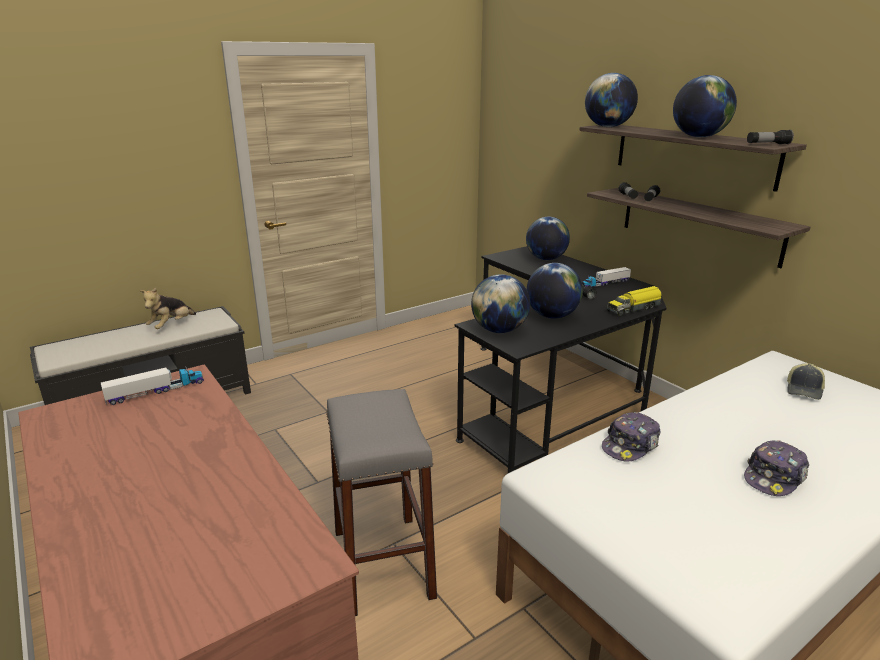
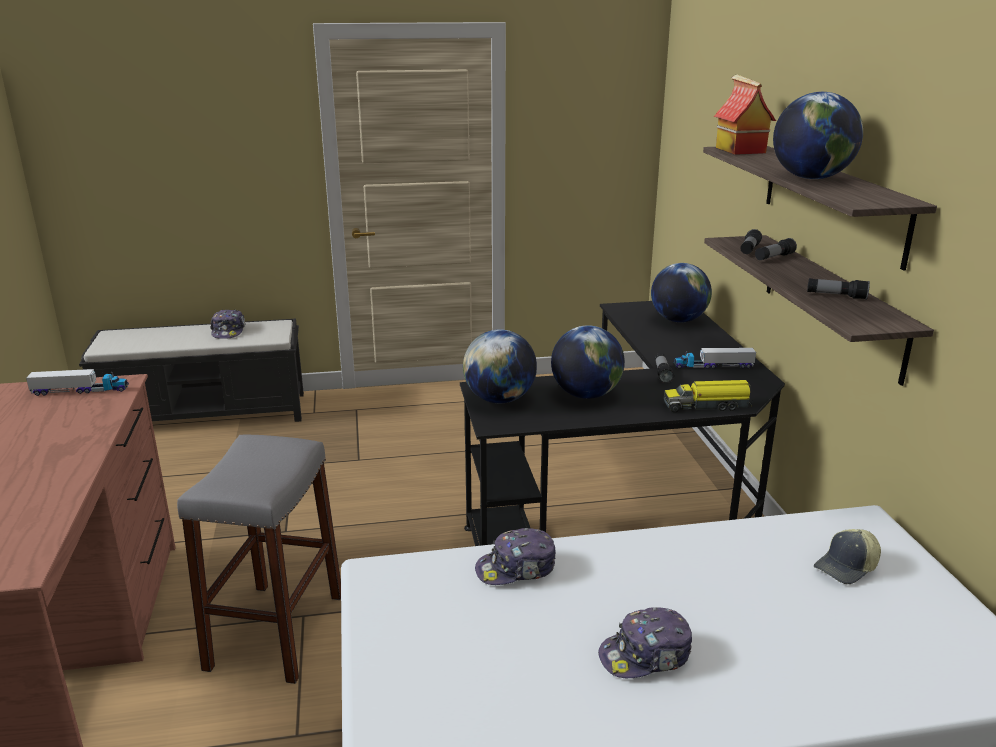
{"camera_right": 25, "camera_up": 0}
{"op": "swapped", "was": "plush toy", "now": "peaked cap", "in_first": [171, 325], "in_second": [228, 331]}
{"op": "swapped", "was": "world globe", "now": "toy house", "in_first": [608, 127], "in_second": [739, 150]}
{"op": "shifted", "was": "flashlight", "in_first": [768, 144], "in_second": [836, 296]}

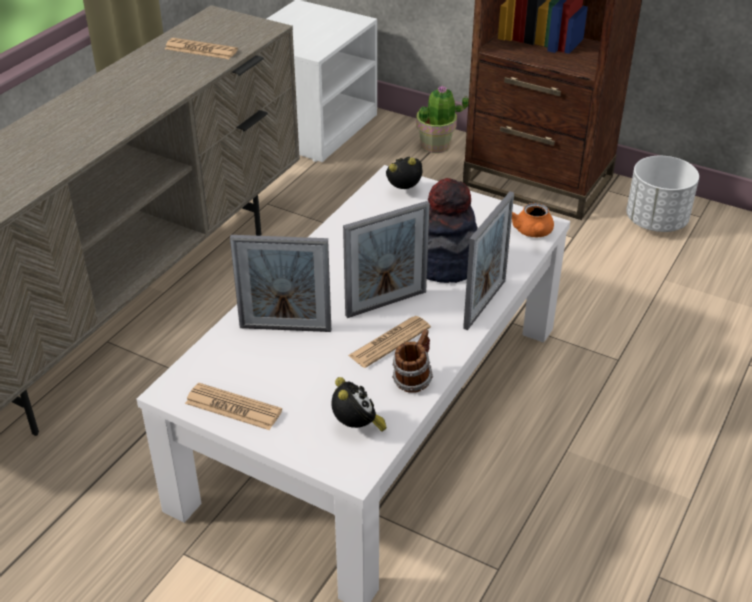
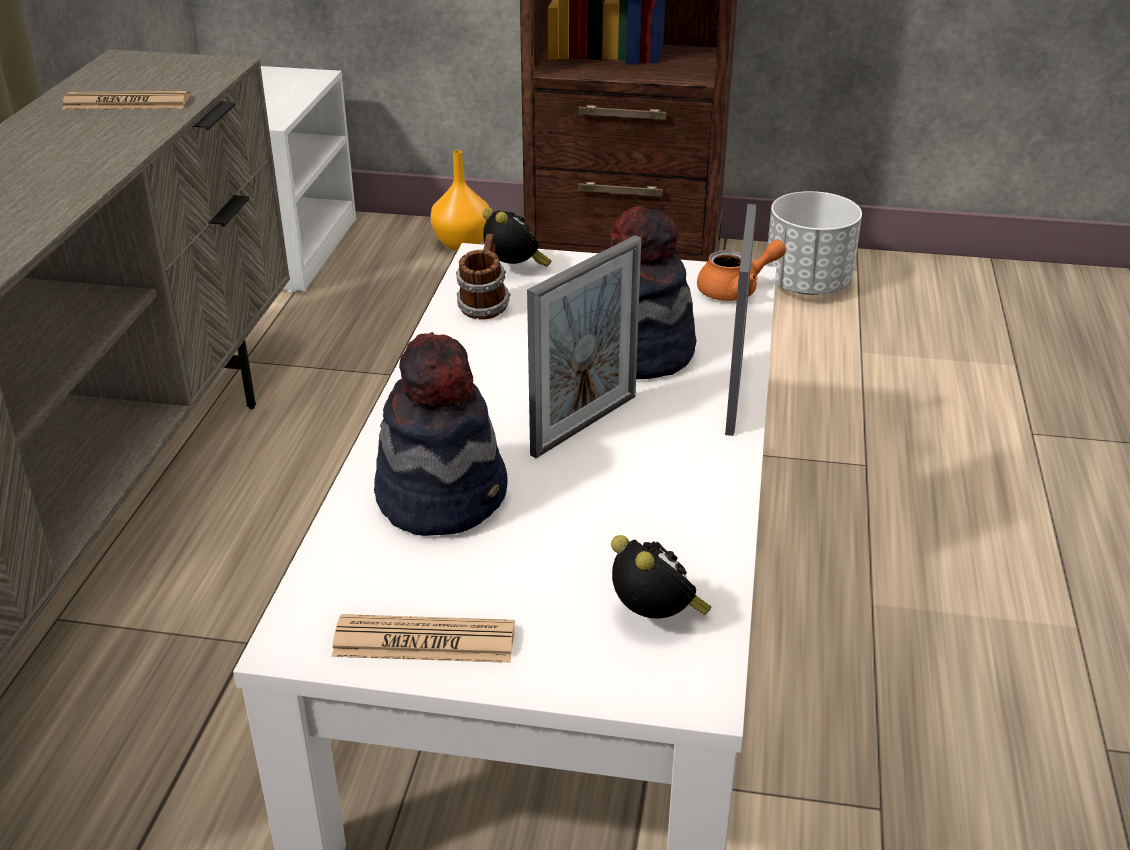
{"camera_right": -20, "camera_up": -5}
{"op": "swapped", "was": "standing frame", "now": "clothing hat", "in_first": [285, 328], "in_second": [443, 495]}
{"op": "swapped", "was": "plant in a pot", "now": "orange decorative vase", "in_first": [436, 145], "in_second": [460, 244]}
{"op": "shifted", "was": "tea mug", "in_first": [413, 379], "in_second": [483, 307]}
{"op": "rotated", "was": "bedside clock", "in_first": [405, 191], "in_second": [515, 270], "clockwise": 90}
{"op": "rotated", "was": "orange pot for tea", "in_first": [533, 233], "in_second": [736, 290], "clockwise": -90}
{"op": "gone", "was": "daily paper", "in_first": [389, 342]}

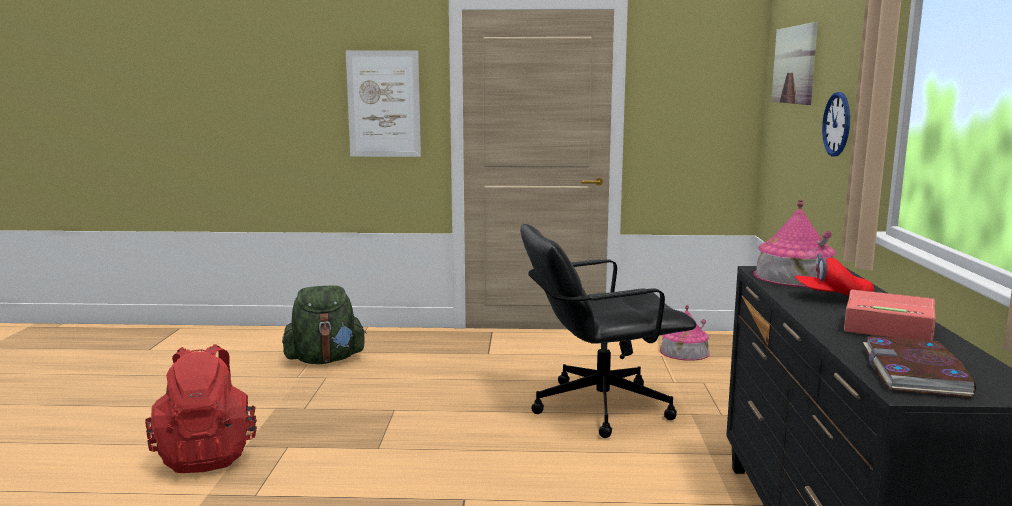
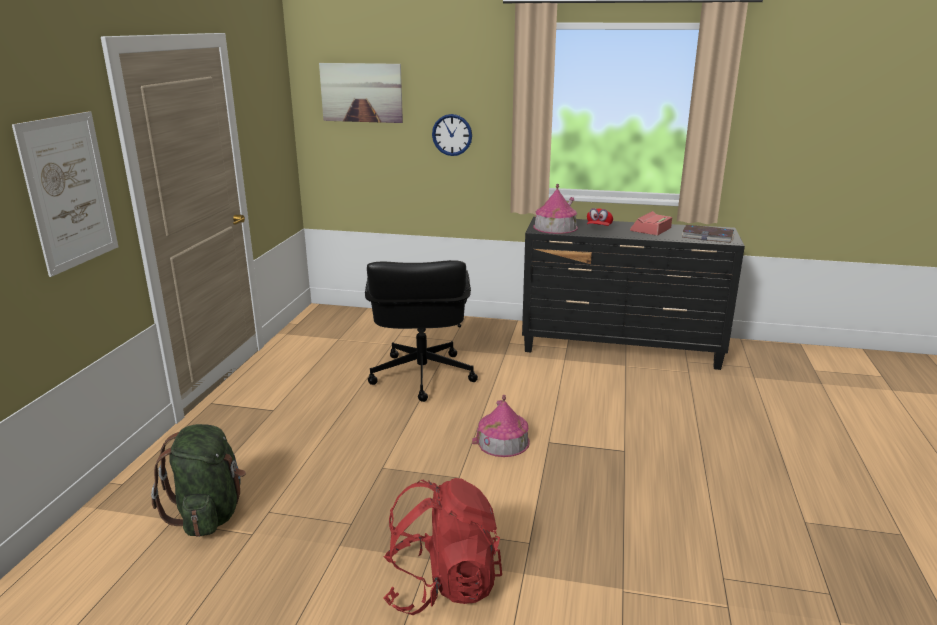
{"camera_right": -80, "camera_up": 10}
{"op": "shifted", "was": "toy house", "in_first": [684, 351], "in_second": [502, 441]}

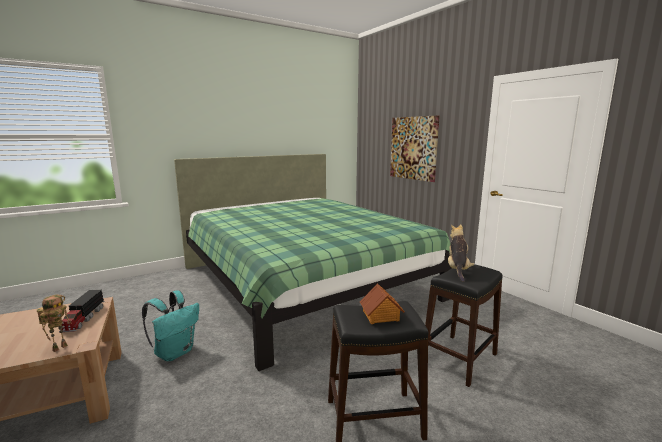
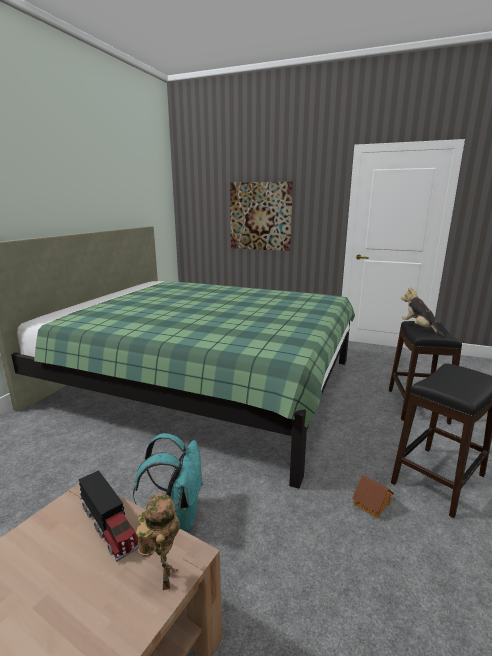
{"camera_right": -35, "camera_up": 5}
{"op": "shifted", "was": "toy house", "in_first": [381, 316], "in_second": [372, 503]}

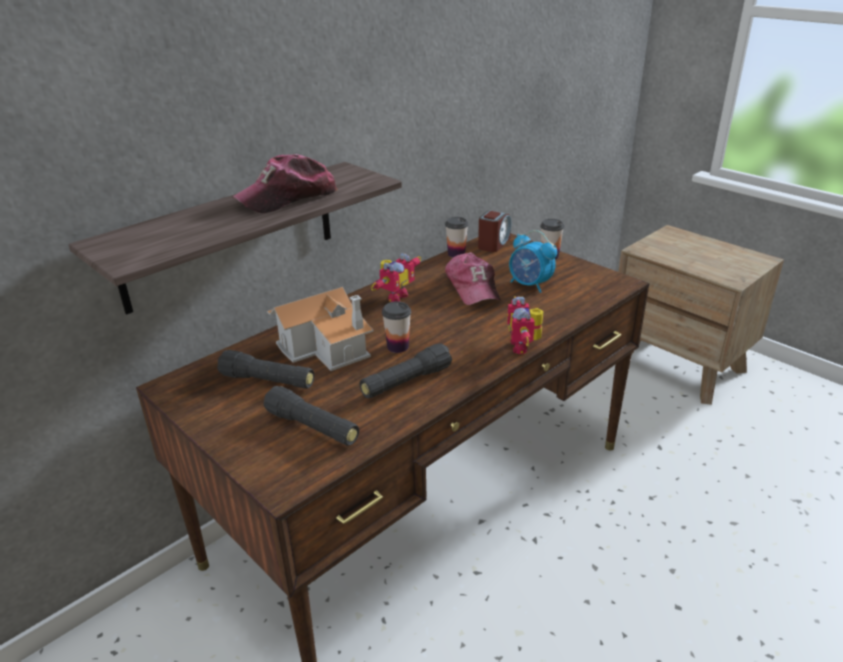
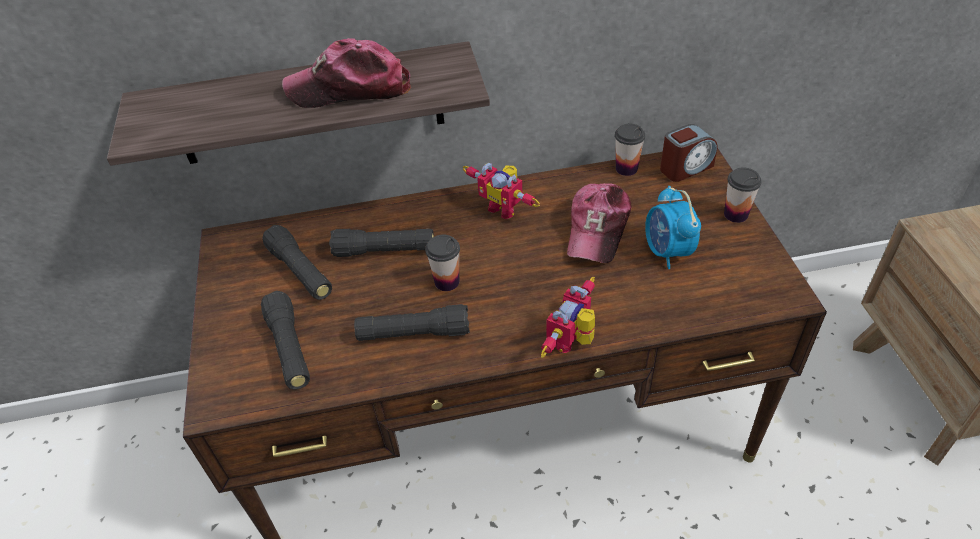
{"camera_right": 35, "camera_up": 15}
{"op": "swapped", "was": "toy house", "now": "black-coloured flashlight", "in_first": [327, 346], "in_second": [384, 251]}
{"op": "rotated", "was": "robot figure", "in_first": [394, 296], "in_second": [504, 208], "clockwise": 60}

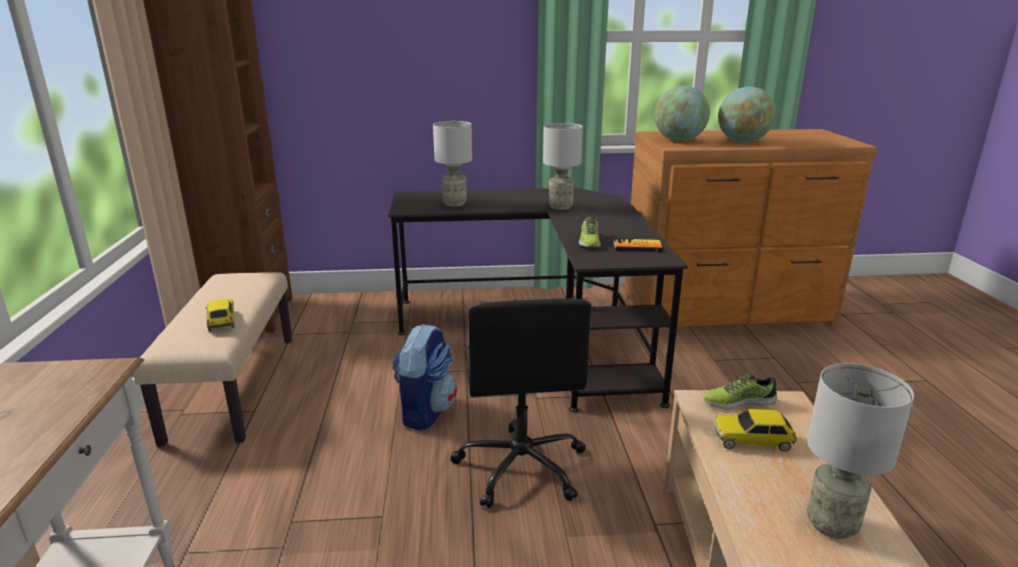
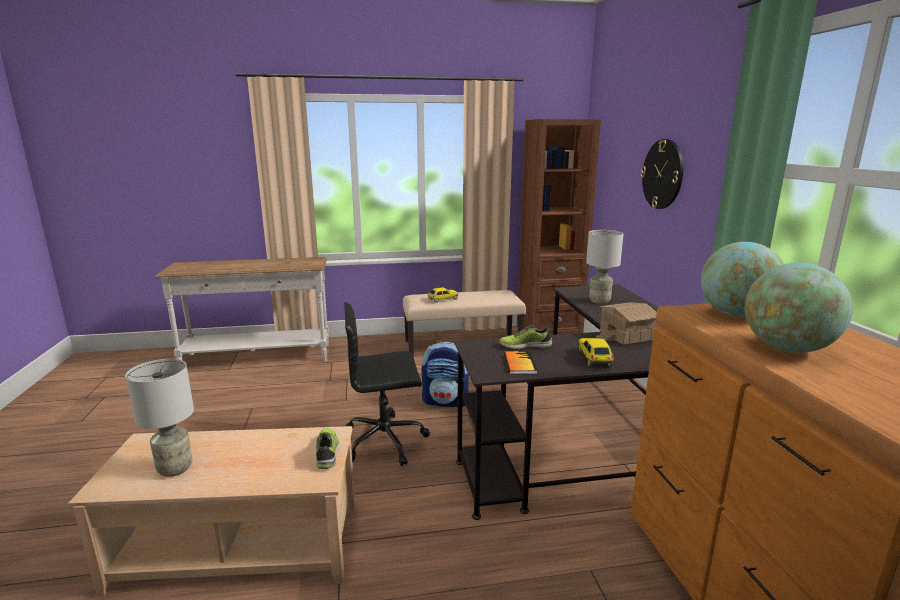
{"camera_right": 85, "camera_up": -5}
{"op": "shifted", "was": "miniature car", "in_first": [753, 440], "in_second": [594, 358]}
{"op": "swapped", "was": "greyish lamp for a table", "now": "toy house", "in_first": [560, 207], "in_second": [626, 335]}
{"op": "new", "now": "wall clock", "in_second": [662, 174]}

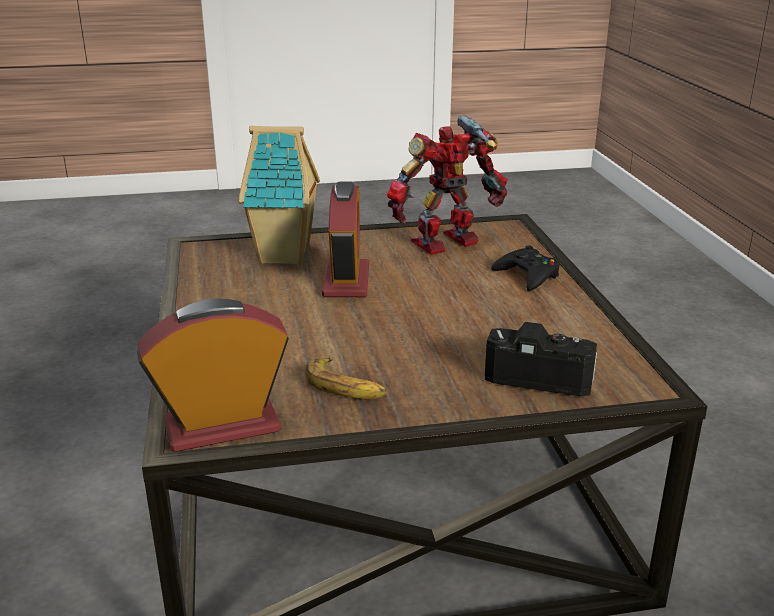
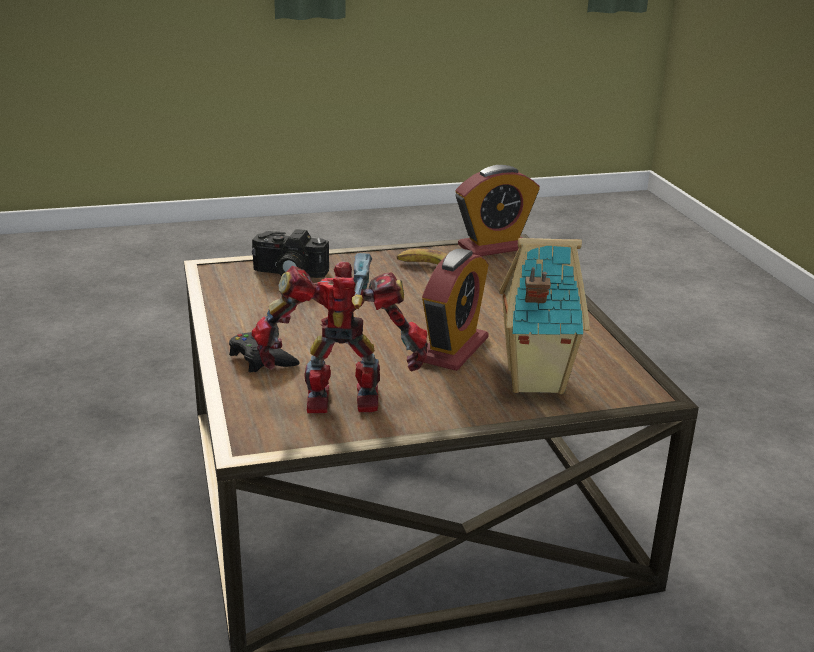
{"camera_right": 175, "camera_up": 0}
{"op": "rotated", "was": "robot figure", "in_first": [447, 244], "in_second": [343, 403], "clockwise": -150}
{"op": "rotated", "was": "bedside clock", "in_first": [346, 281], "in_second": [453, 349], "clockwise": -150}

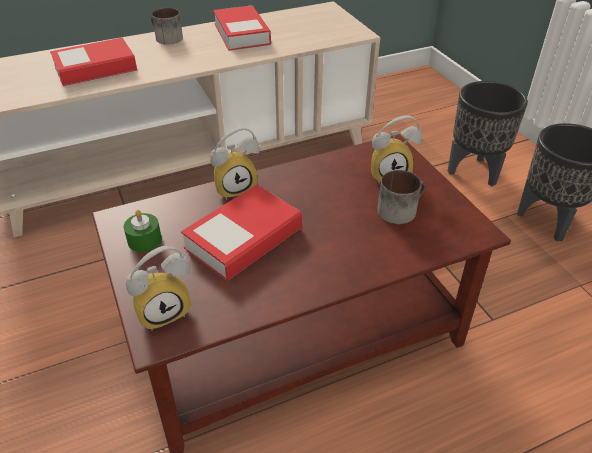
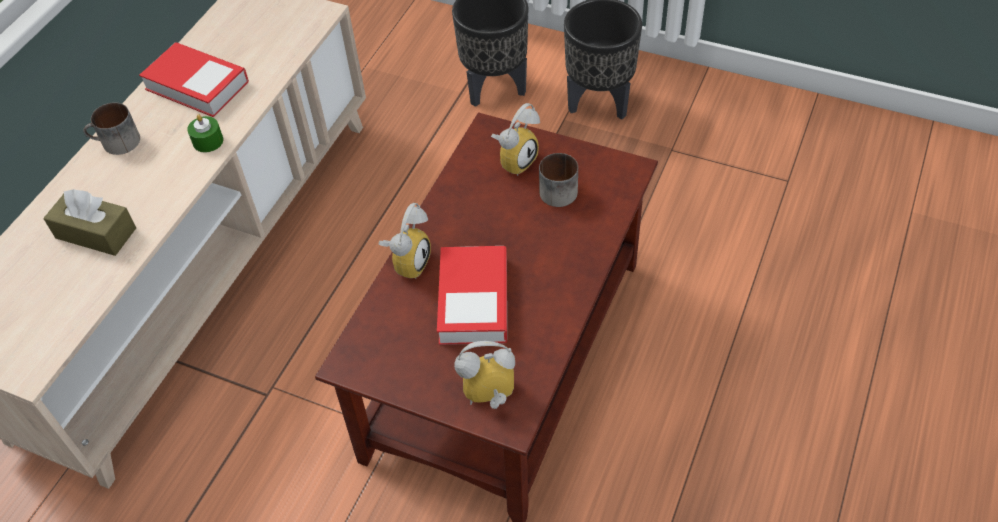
{"camera_right": -40, "camera_up": 10}
{"op": "swapped", "was": "bound book", "now": "brown-coloured tissue holder", "in_first": [95, 68], "in_second": [96, 233]}
{"op": "shifted", "was": "green wax light", "in_first": [144, 240], "in_second": [208, 141]}
{"op": "rotated", "was": "bedside clock", "in_first": [164, 309], "in_second": [489, 399], "clockwise": -120}

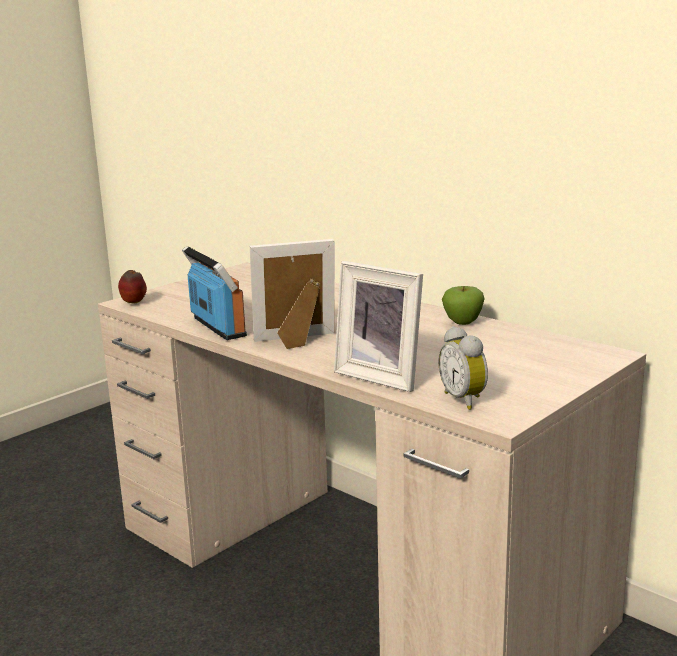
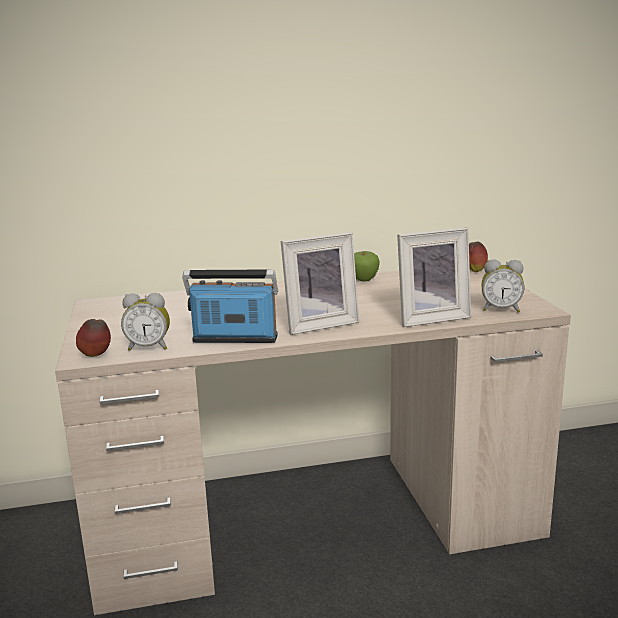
{"camera_right": -55, "camera_up": 0}
{"op": "new", "now": "bedside clock", "in_second": [149, 347]}
{"op": "rotated", "was": "standing frame", "in_first": [297, 341], "in_second": [319, 324], "clockwise": -135}
{"op": "new", "now": "apple", "in_second": [475, 270]}

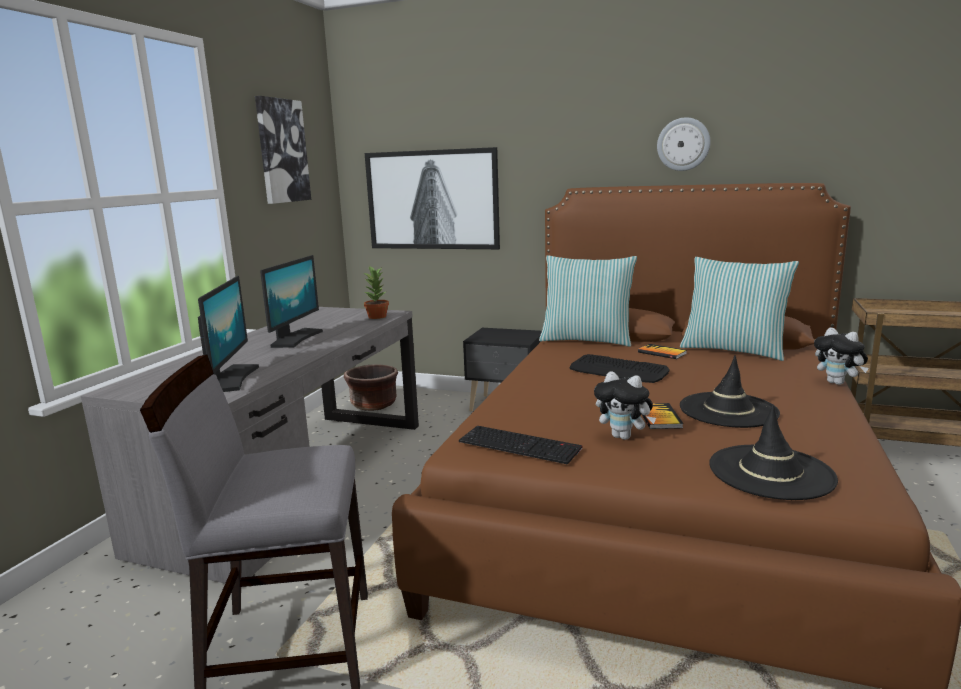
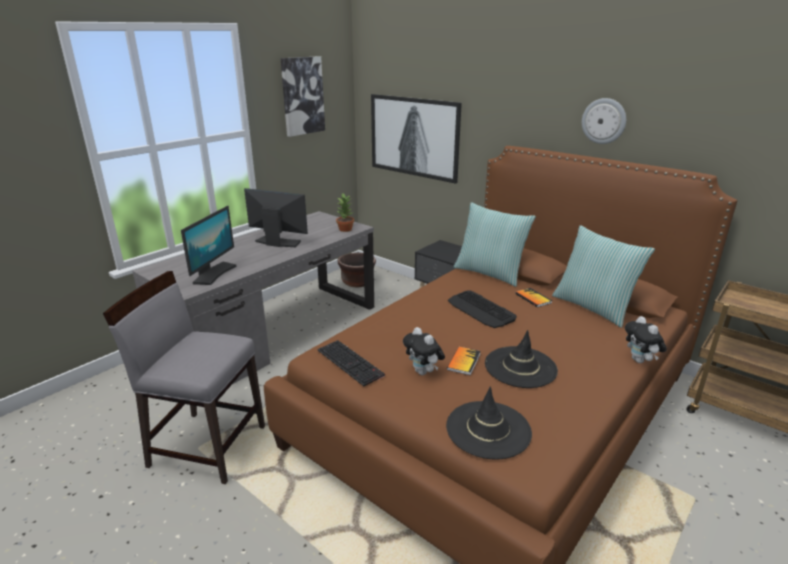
{"camera_right": 20, "camera_up": 10}
{"op": "rotated", "was": "computer display", "in_first": [295, 338], "in_second": [278, 242], "clockwise": -105}

